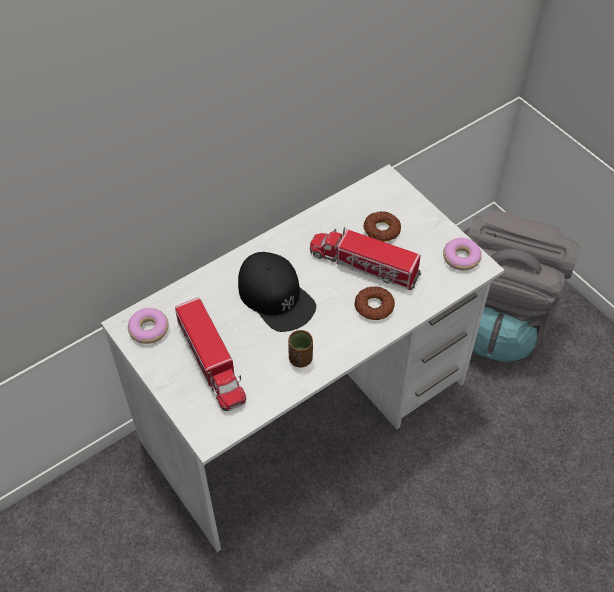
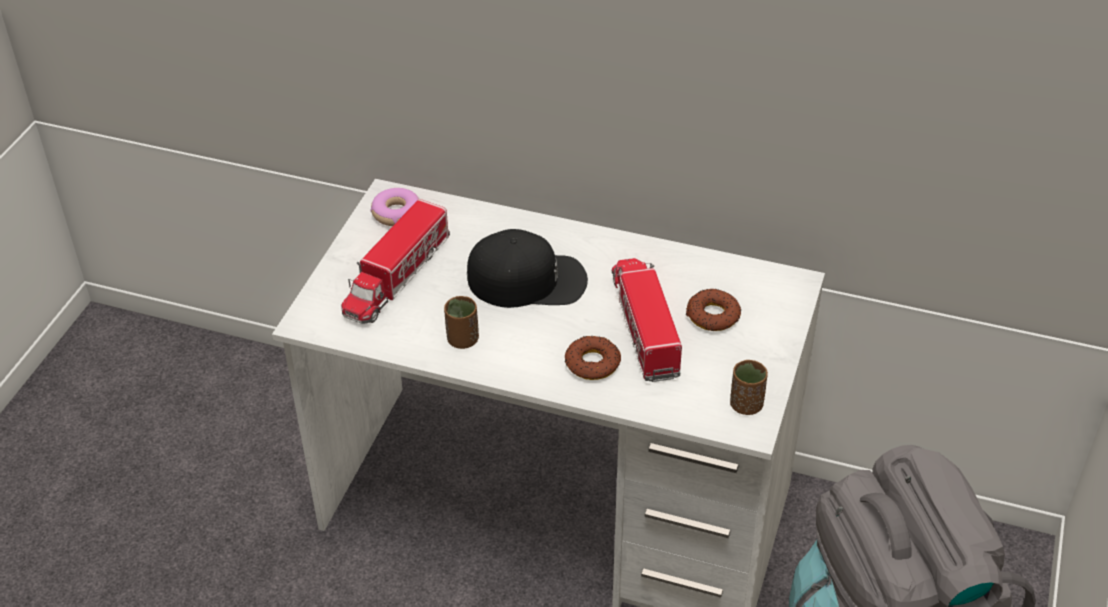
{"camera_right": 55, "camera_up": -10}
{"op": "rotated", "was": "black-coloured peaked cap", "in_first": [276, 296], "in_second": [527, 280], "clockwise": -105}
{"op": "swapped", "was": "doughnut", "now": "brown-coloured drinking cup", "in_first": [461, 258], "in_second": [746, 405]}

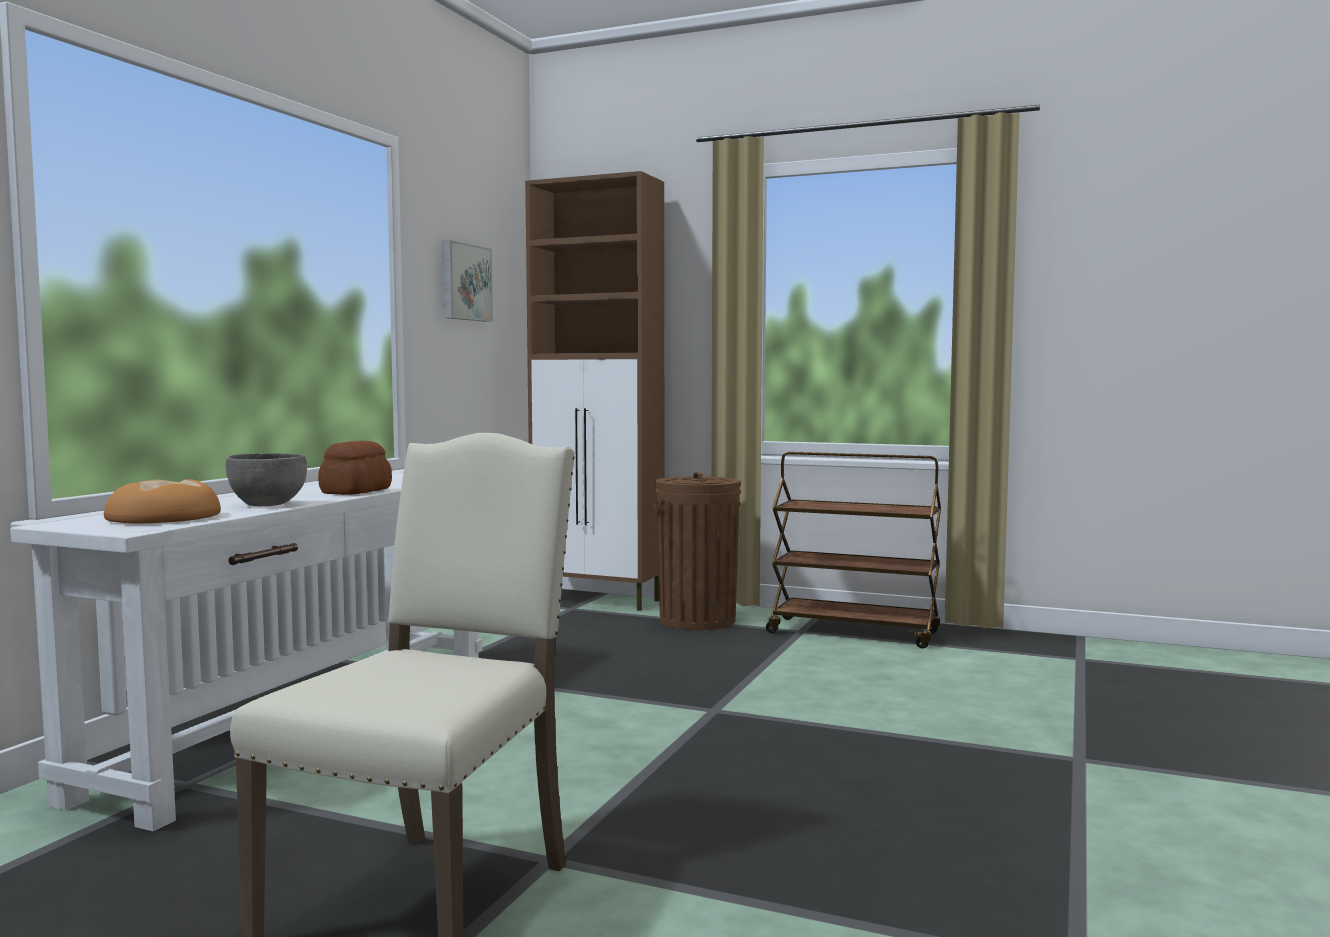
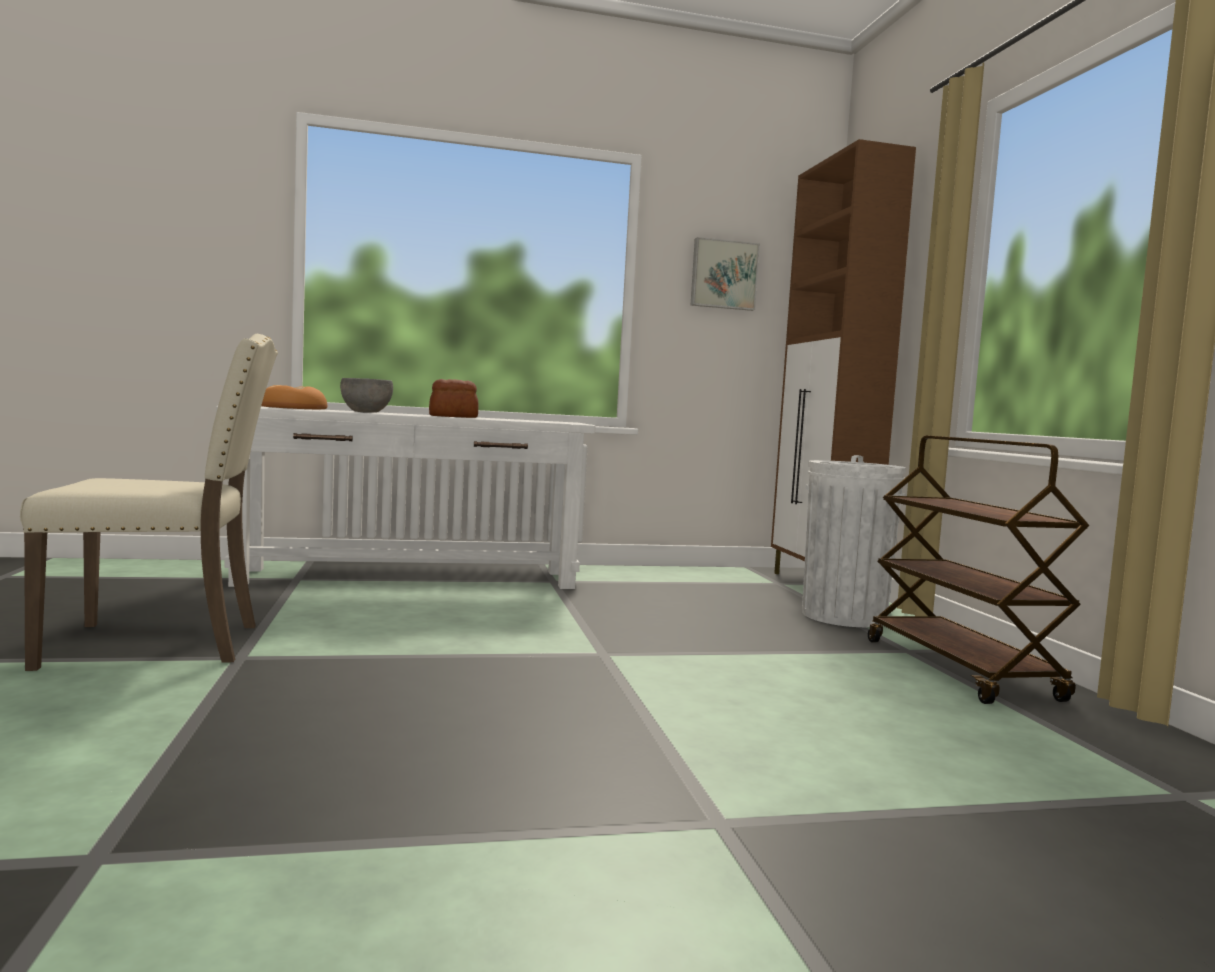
{"camera_right": 55, "camera_up": 0}
{"op": "repainted", "was": "brown-coloured rubbish bin", "now": "white-coloured rubbish bin", "in_first": [697, 620], "in_second": [844, 616]}

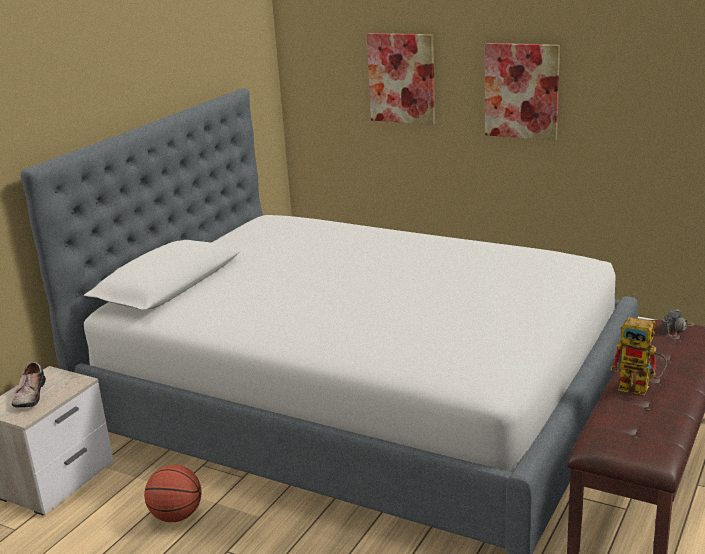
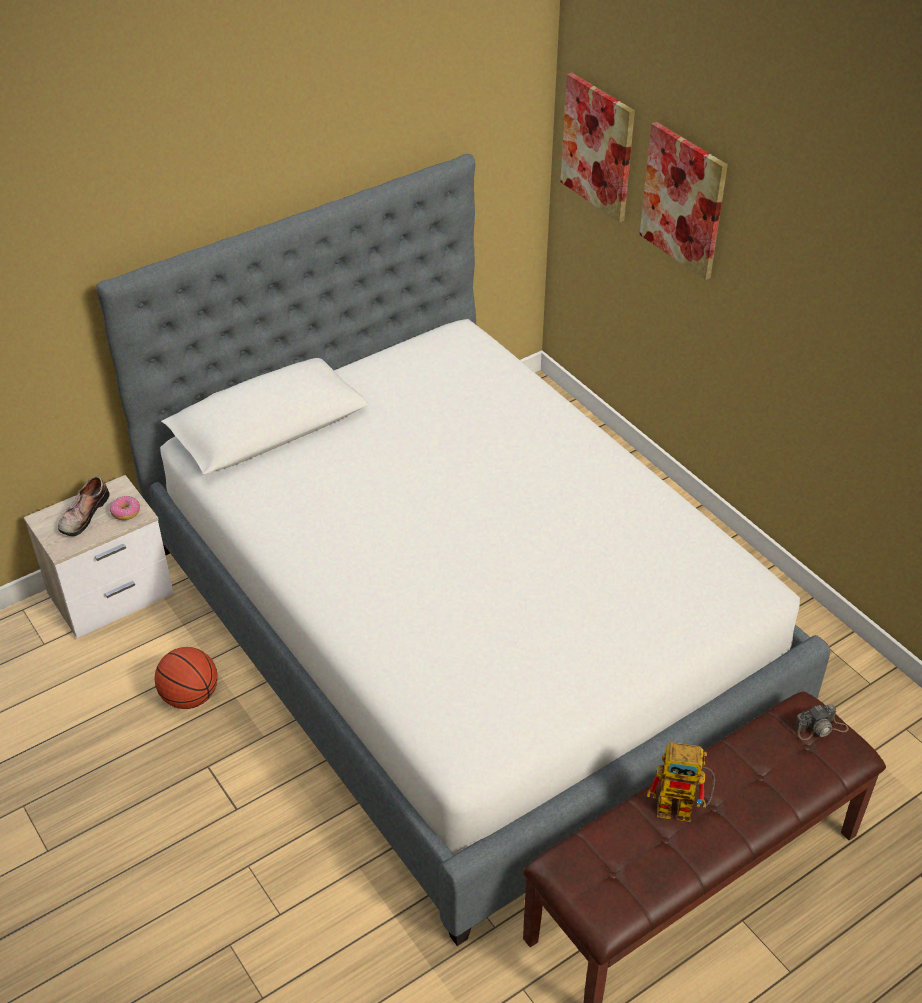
{"camera_right": 25, "camera_up": 20}
{"op": "new", "now": "doughnut", "in_second": [126, 512]}
{"op": "shifted", "was": "wall art", "in_first": [522, 91], "in_second": [598, 147]}
{"op": "rotated", "was": "robot figure", "in_first": [640, 388], "in_second": [683, 807], "clockwise": -45}

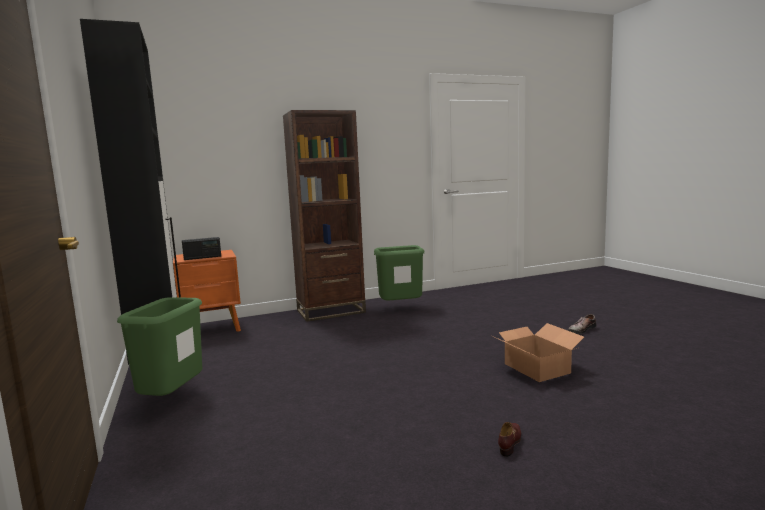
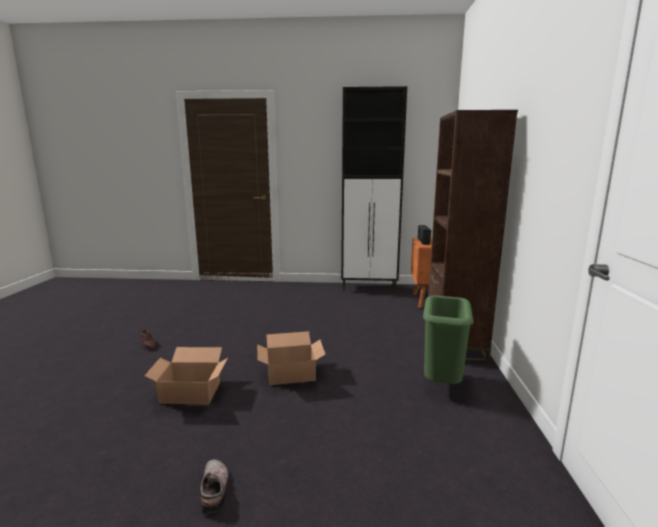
{"camera_right": 115, "camera_up": 5}
{"op": "new", "now": "packing box", "in_second": [291, 374]}
{"op": "gone", "was": "green rubbish bin", "in_first": [172, 399]}

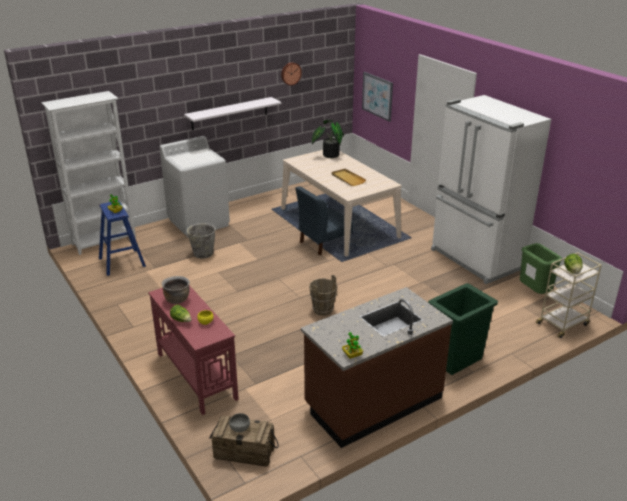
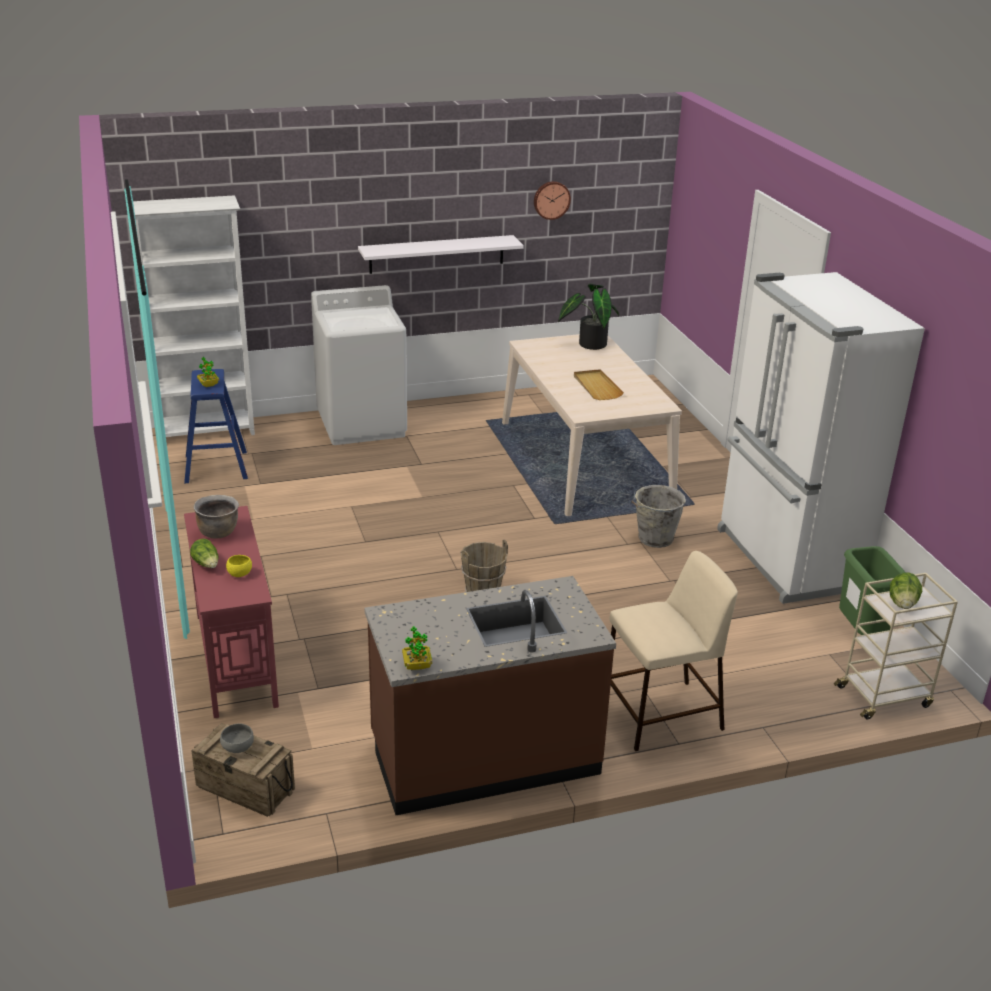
{"camera_right": 15, "camera_up": 0}
{"op": "swapped", "was": "green rubbish bin", "now": "beige-coloured stool", "in_first": [456, 358], "in_second": [661, 716]}
{"op": "shifted", "was": "greyish pail", "in_first": [202, 254], "in_second": [654, 539]}
{"op": "gone", "was": "blue-coloured plain chair", "in_first": [323, 243]}
{"op": "gone", "was": "wall art", "in_first": [377, 96]}

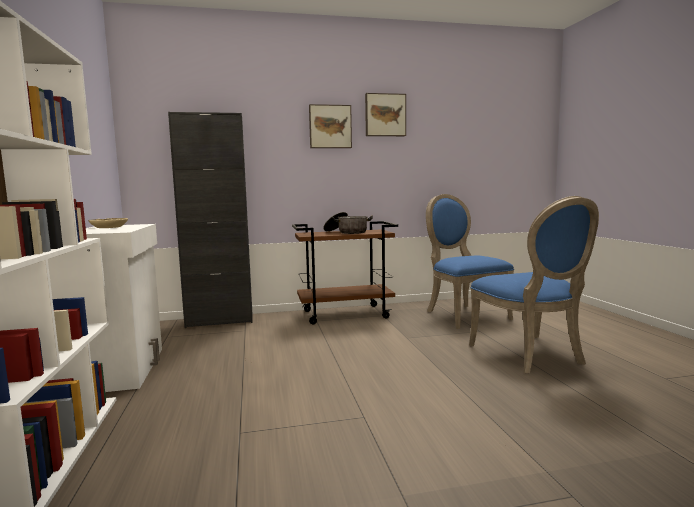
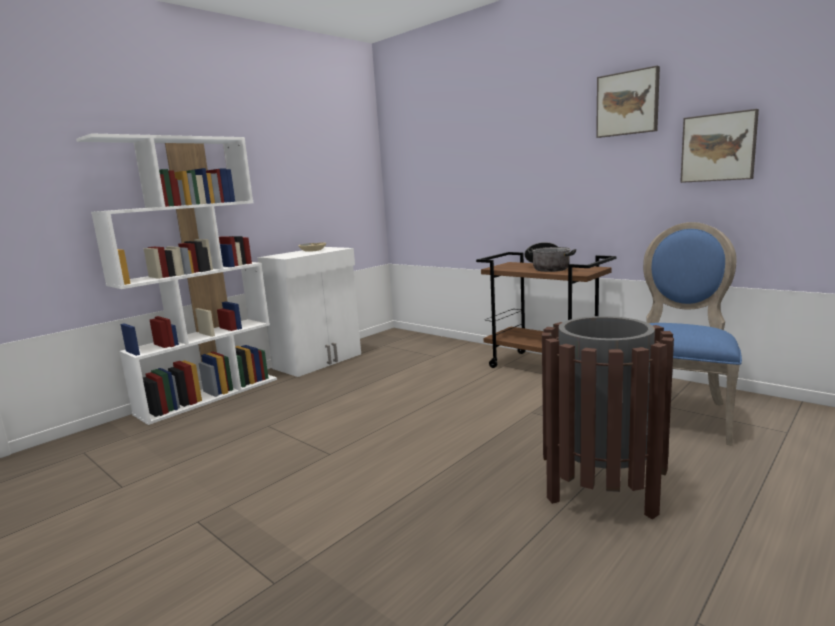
{"camera_right": 55, "camera_up": 5}
{"op": "swapped", "was": "blue-coloured plain chair", "now": "brown-coloured rubbish bin", "in_first": [530, 355], "in_second": [602, 490]}
{"op": "shifted", "was": "wall art", "in_first": [330, 127], "in_second": [718, 147]}
{"op": "gone", "was": "black-coloured cabinet", "in_first": [220, 321]}

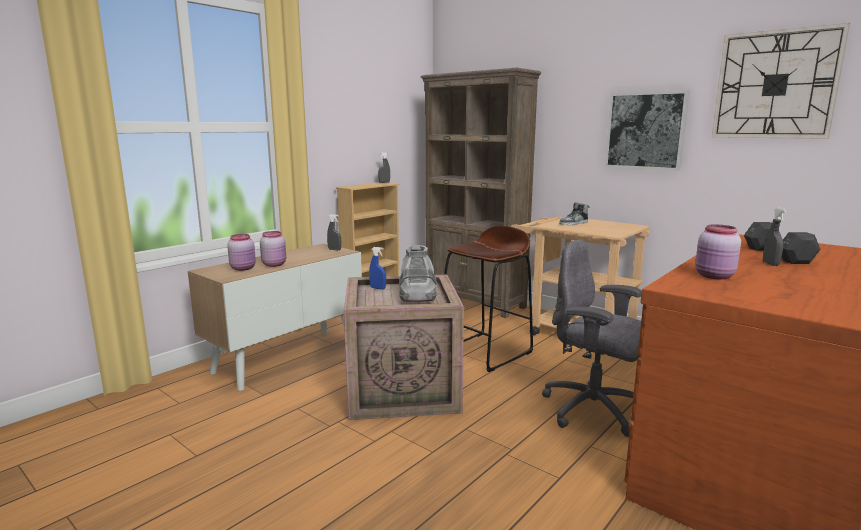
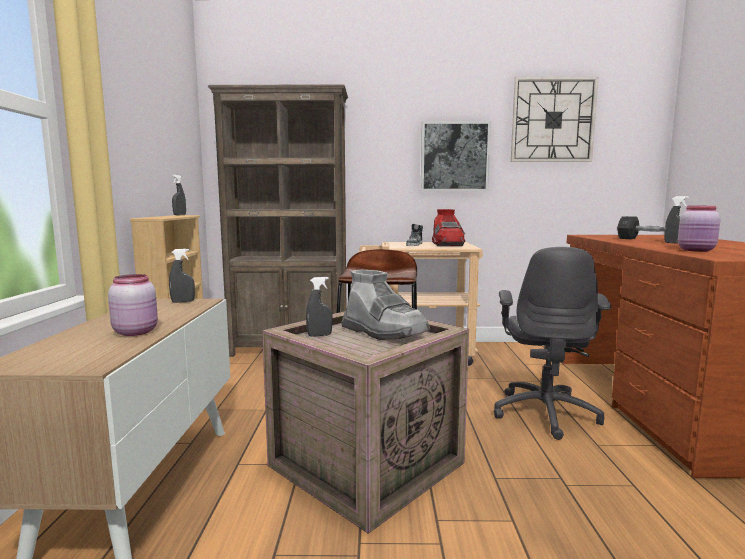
{"camera_right": -40, "camera_up": -5}
{"op": "repainted", "was": "blue-coloured spray bottle", "now": "greyish spray bottle", "in_first": [378, 288], "in_second": [319, 335]}
{"op": "new", "now": "red-coloured boot", "in_second": [447, 245]}
{"op": "rotated", "was": "greyish office chair", "in_first": [594, 410], "in_second": [545, 413], "clockwise": -75}
{"op": "gone", "was": "pink jar", "in_first": [244, 268]}

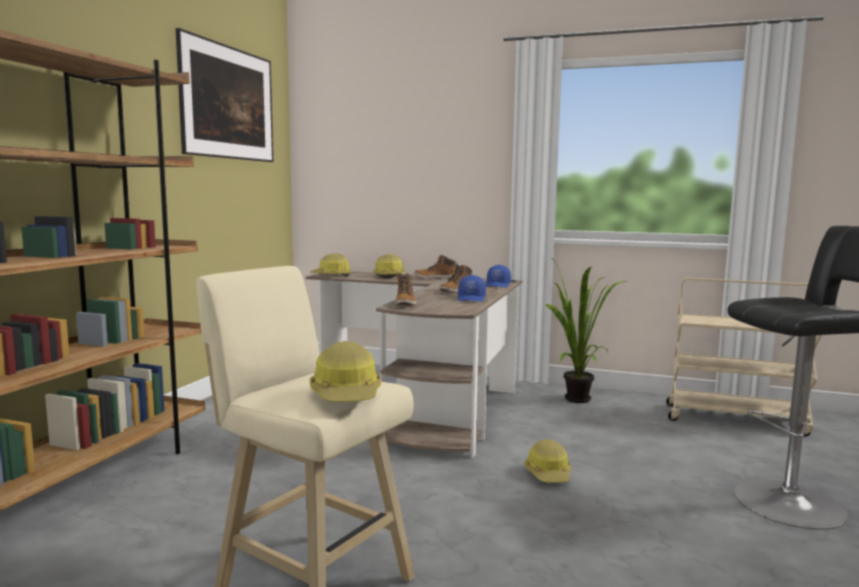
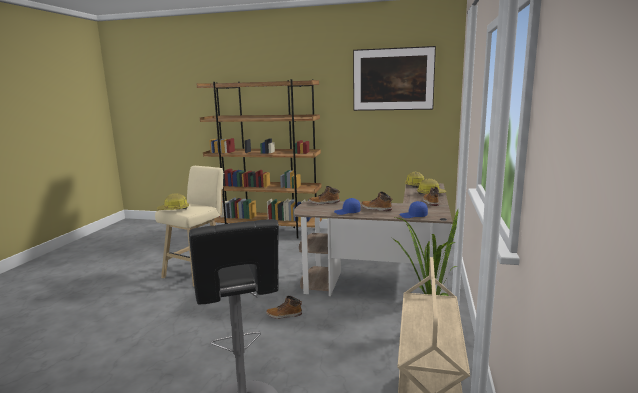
{"camera_right": 85, "camera_up": 5}
{"op": "swapped", "was": "hard hat", "now": "boot", "in_first": [549, 474], "in_second": [284, 315]}

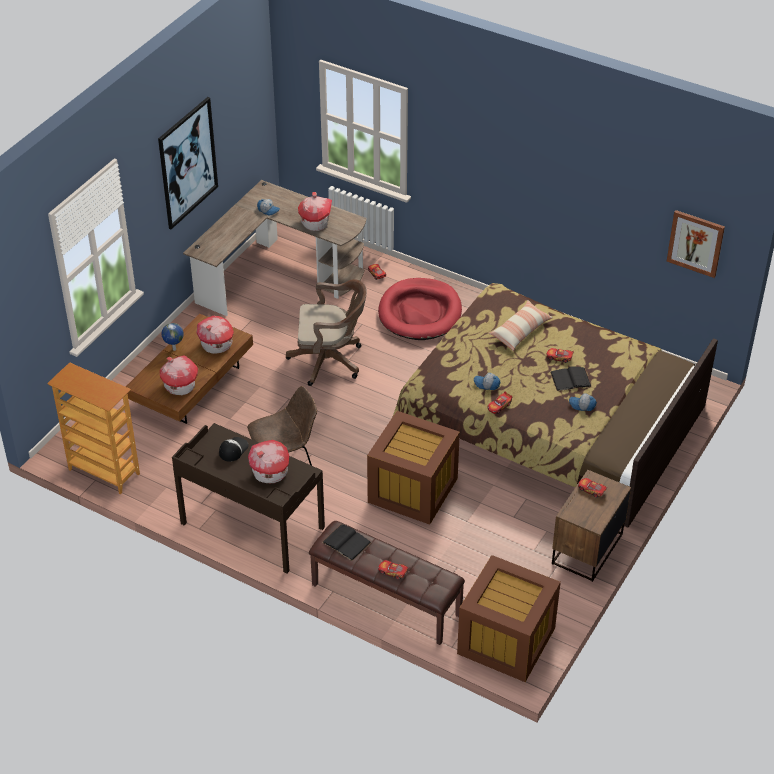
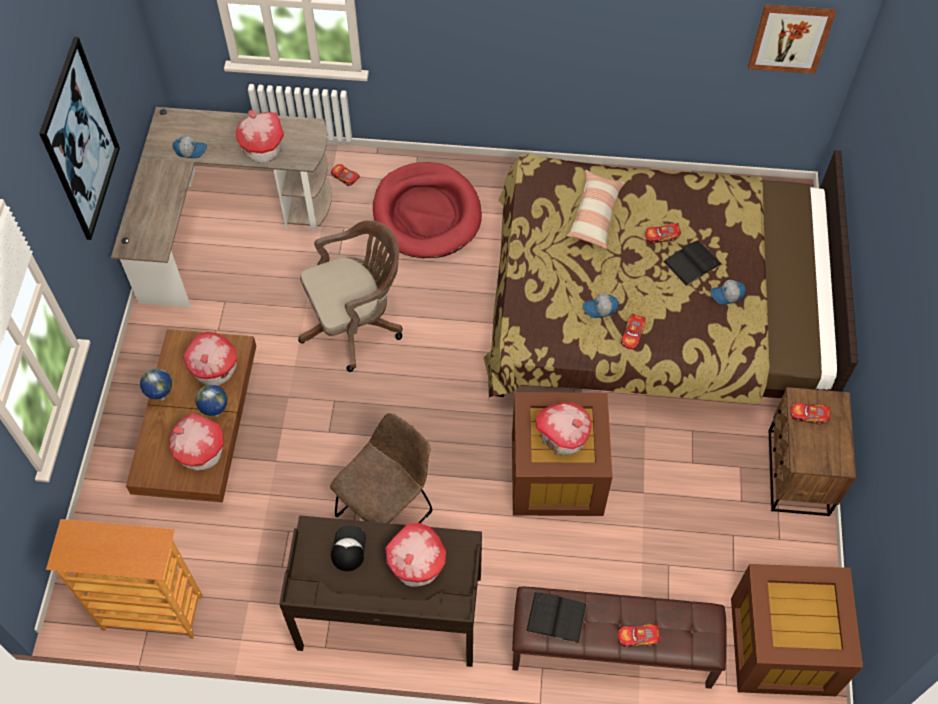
{"camera_right": -25, "camera_up": 15}
{"op": "new", "now": "world globe", "in_second": [216, 415]}
{"op": "new", "now": "toy house", "in_second": [562, 437]}

